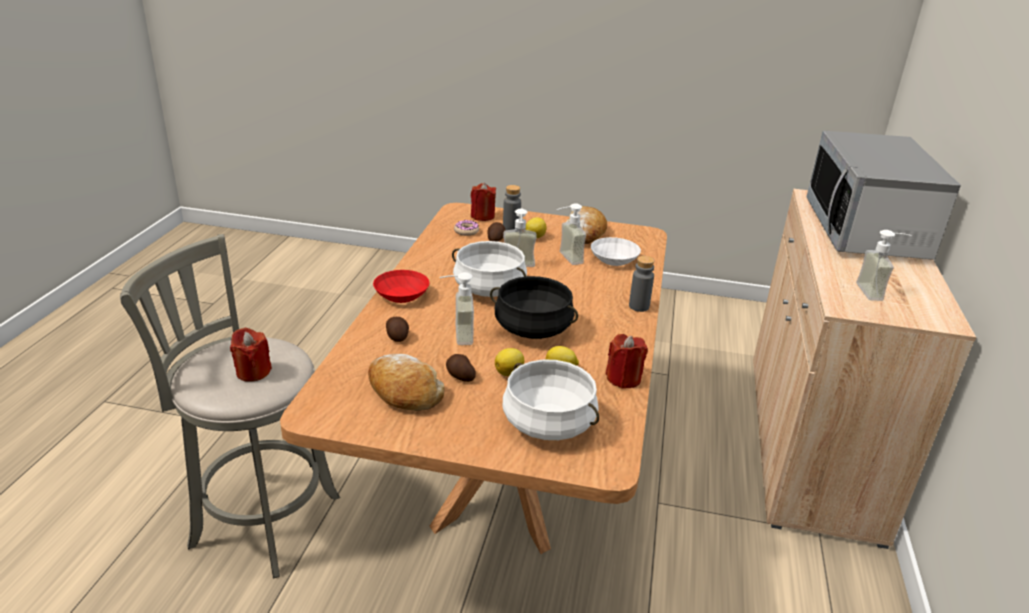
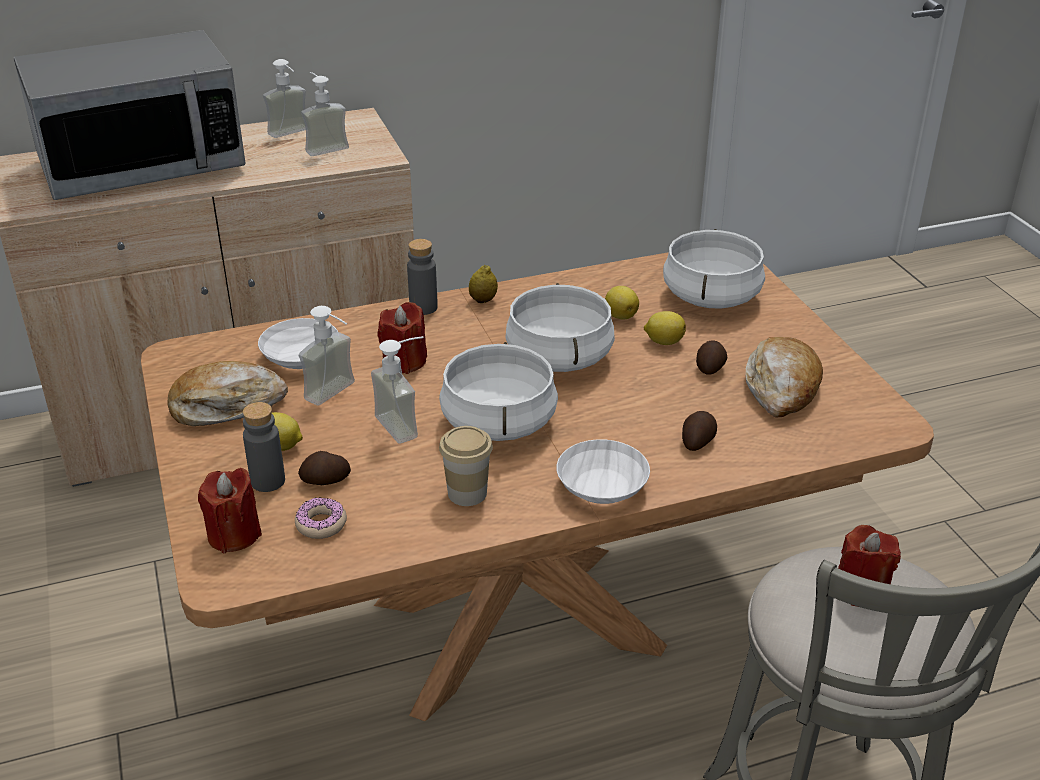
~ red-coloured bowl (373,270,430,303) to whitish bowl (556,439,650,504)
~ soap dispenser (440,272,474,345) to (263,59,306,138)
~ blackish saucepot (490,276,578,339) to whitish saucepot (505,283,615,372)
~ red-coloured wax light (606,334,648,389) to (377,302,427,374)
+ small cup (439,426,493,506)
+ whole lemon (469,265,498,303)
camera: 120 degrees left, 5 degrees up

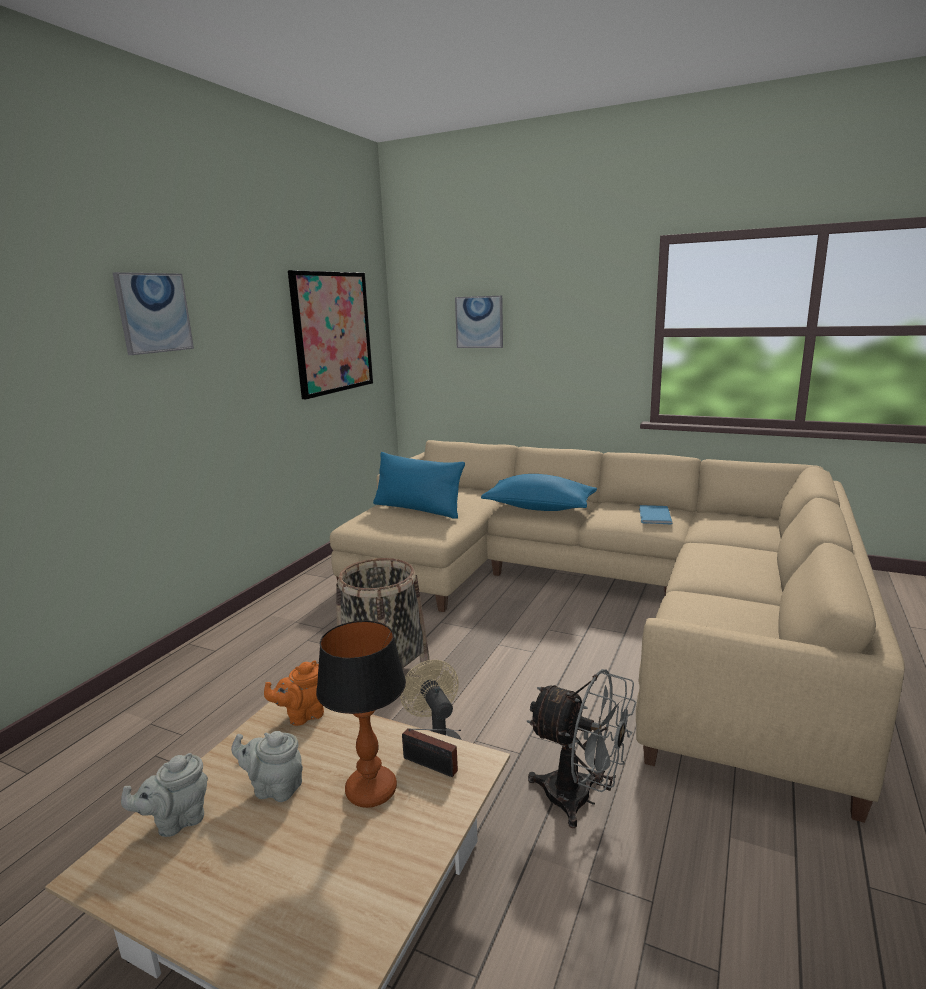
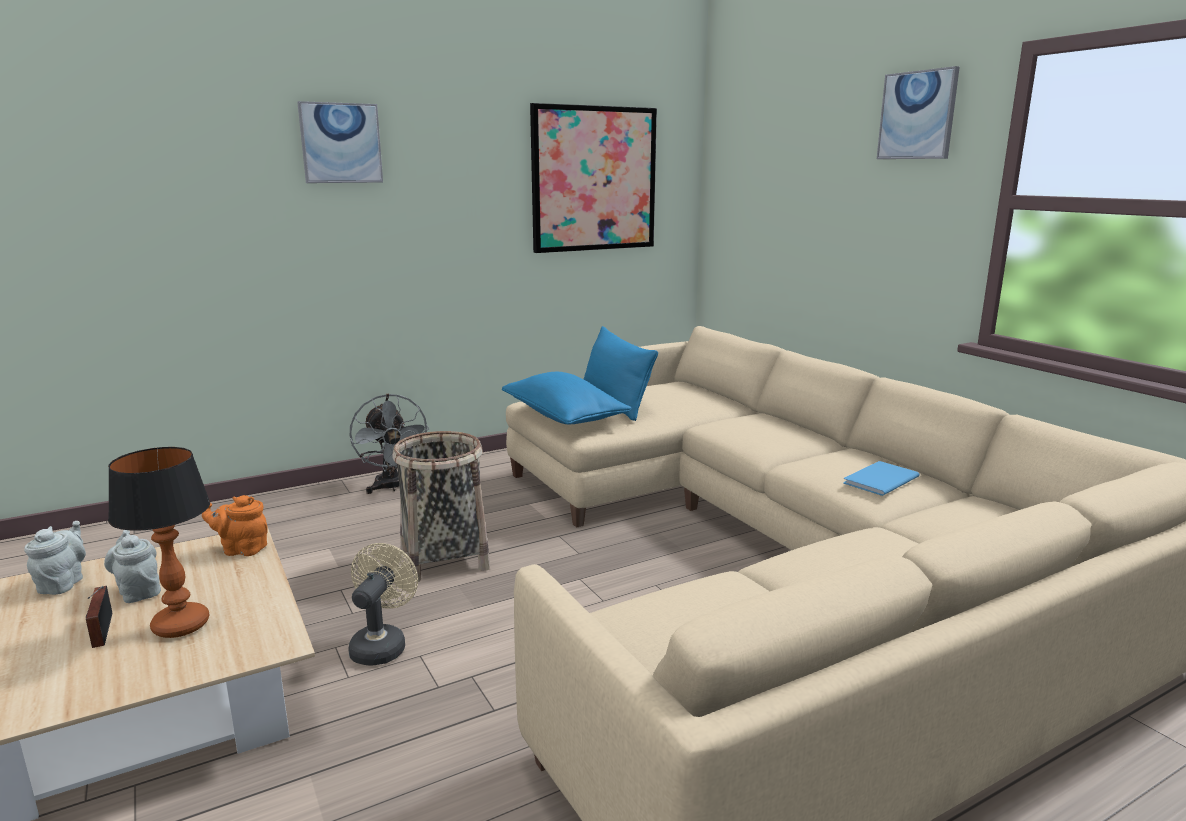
~ greyish tea pot (121,753,208,837) = (24,521,86,595) 90 degrees clockwise
~ radio (402,728,461,777) to (86,586,112,648)
~ picture (455,296,503,348) to (877,66,960,159)
~ blue pillow (481,474,597,511) to (502,372,632,424)
~ greyish cooling fan (527,669,636,828) to (350,394,430,494)
camera: 35 degrees right, 0 degrees up

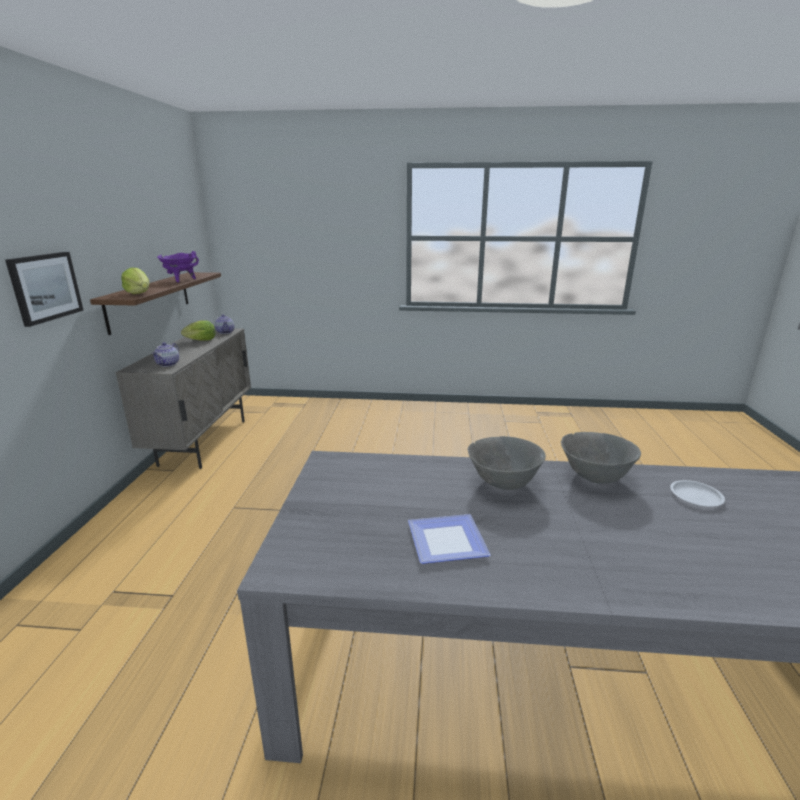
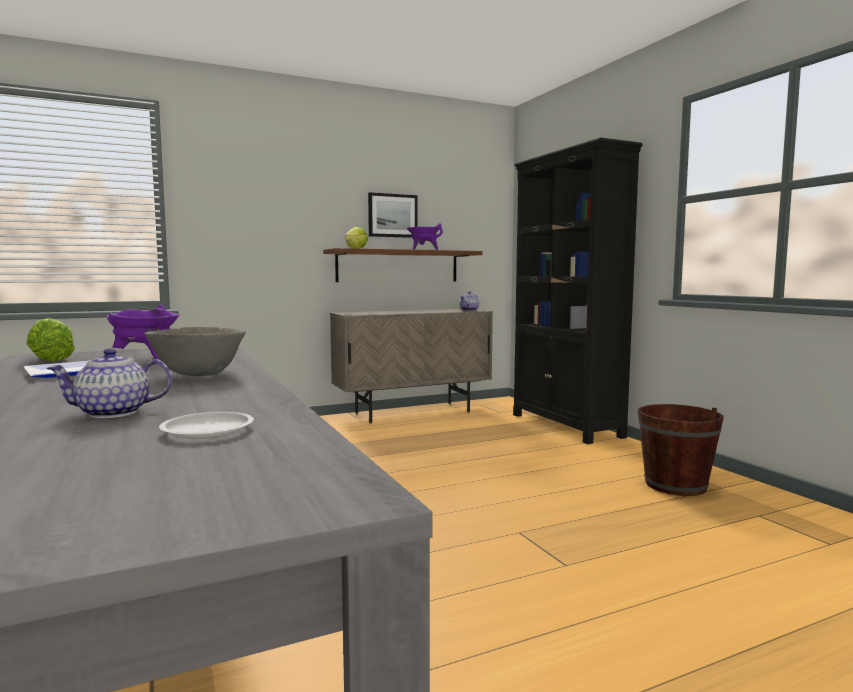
~ picture (5,252,84,327) to (368,192,418,238)
~ tea pot (152,342,179,367) to (47,348,172,418)
~ head of lettuce (181,320,216,341) to (27,318,75,362)
- greyish bowl (561,432,641,484)
+ purple-coloured saucepot (105,305,179,361)
+ blackish bookshelf (513,137,643,444)
+ brown water bucket (638,404,723,496)
camera: 60 degrees right, 15 degrees down

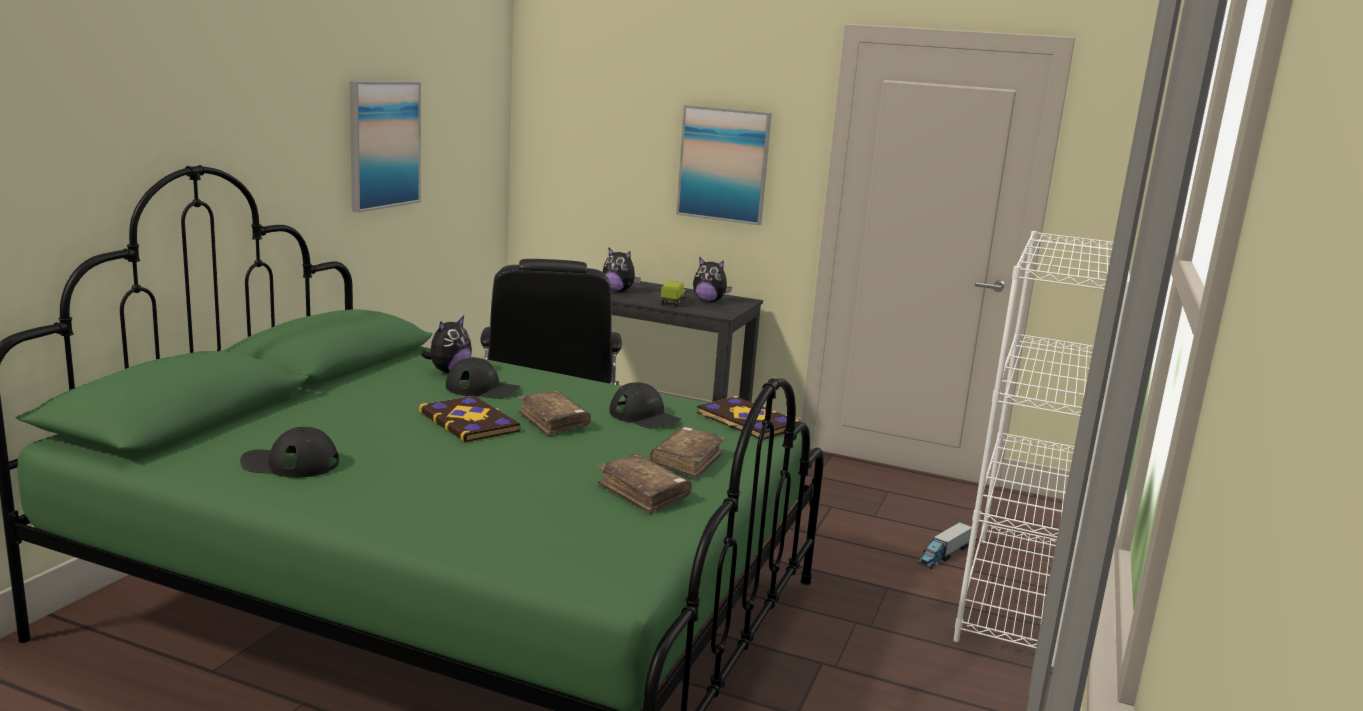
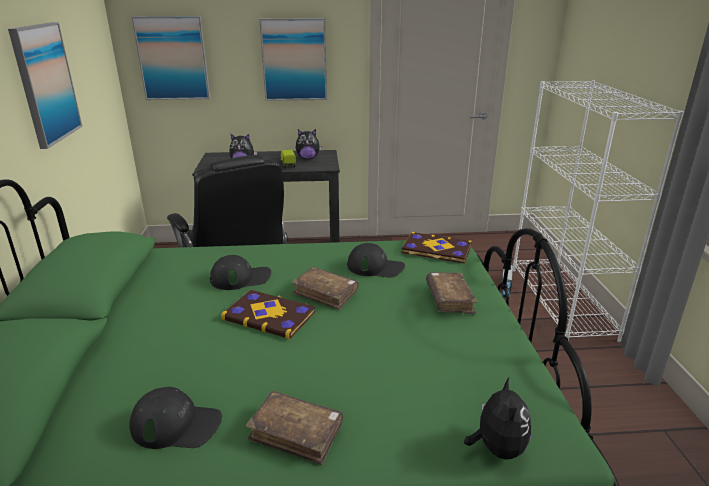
~ blackish peaked cap (240,427,339,478) = (129,387,222,449) 150 degrees counterclockwise
~ plush toy (421,316,472,373) to (464,377,531,460)
~ brown volume (597,454,692,514) to (246,391,343,465)
+ picture (132,16,210,100)
camera: 25 degrees left, 10 degrees up

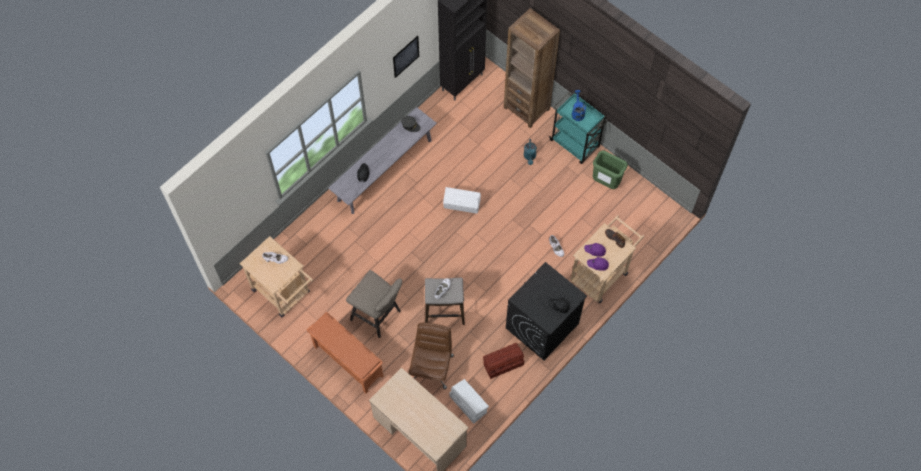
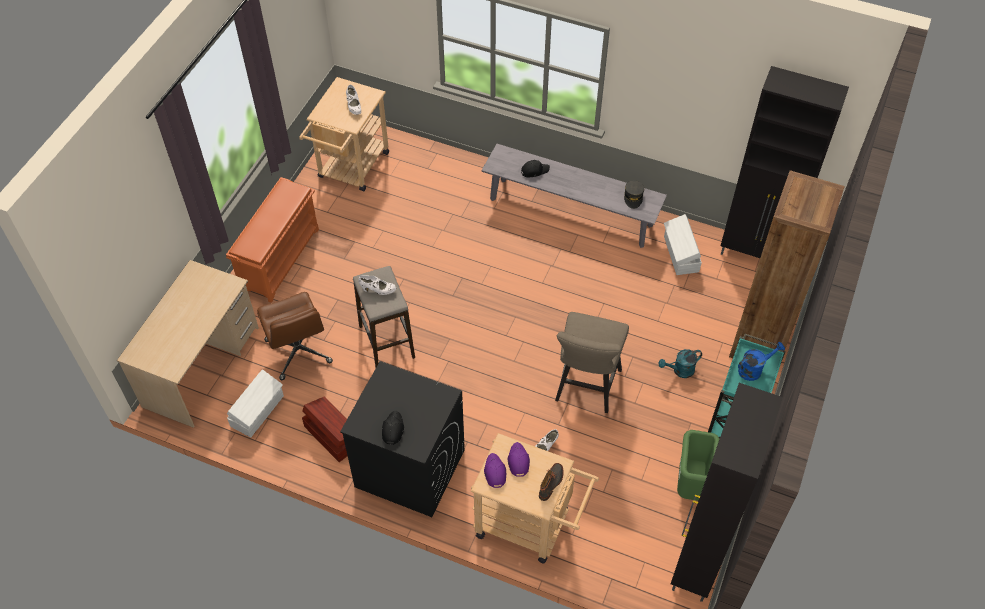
~ beige stool (346,270,403,338) to (555,312,629,413)
- picture (393,36,419,78)
~ brown office chair (409,322,454,389) = (257,292,333,380) 75 degrees clockwise
~ whitish storage box (443,187,481,214) to (664,214,702,275)
+ blackish cabinet (671,383,783,602)
camera: 70 degrees right, 10 degrees down

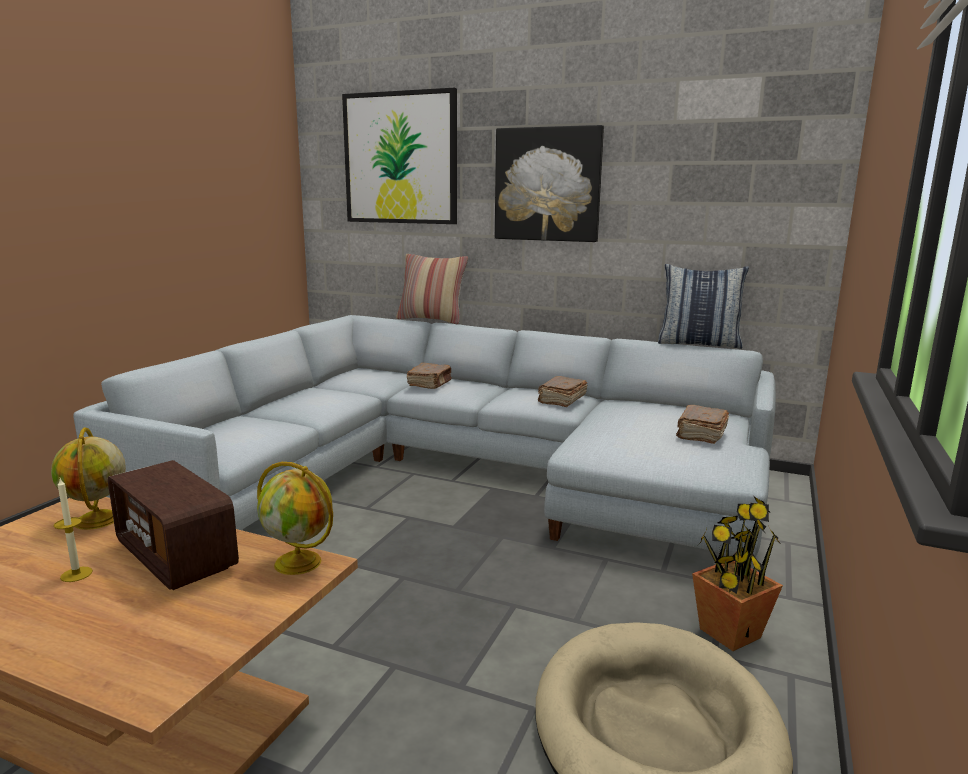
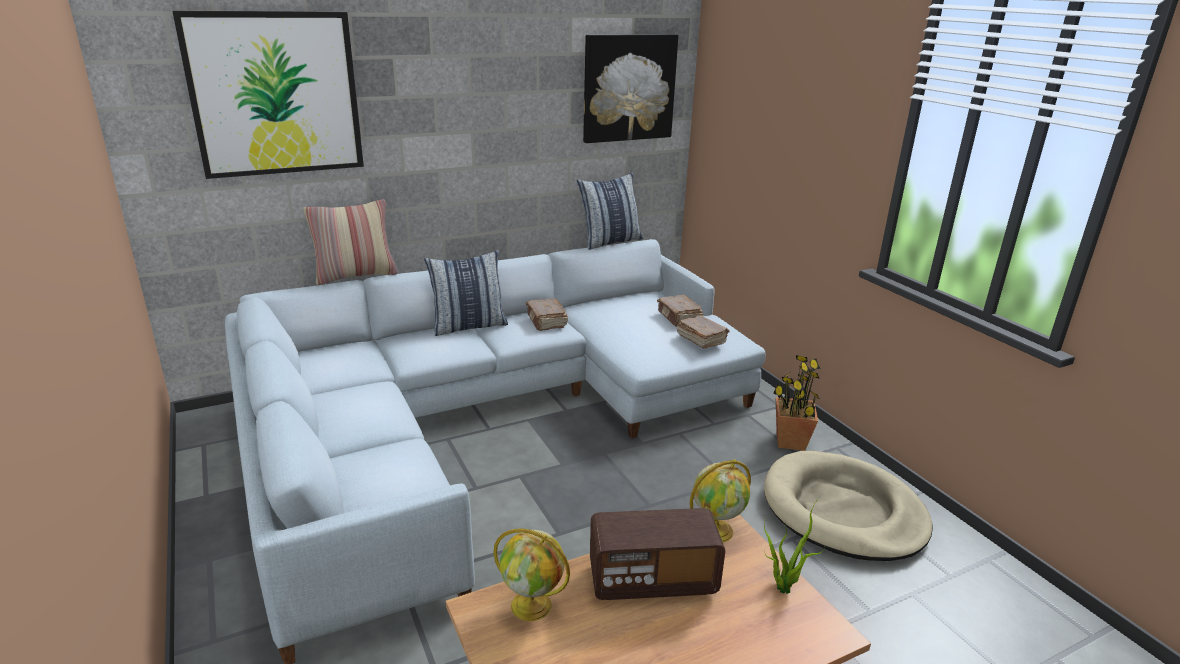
- wax light (54,479,93,582)
~ brown volume (407,363,452,389) to (677,315,730,349)
~ picture (495,125,604,242) to (583,34,678,143)
+ pillow (424,250,508,336)
+ potted plant (764,498,825,594)
camera: 50 degrees left, 10 degrees up

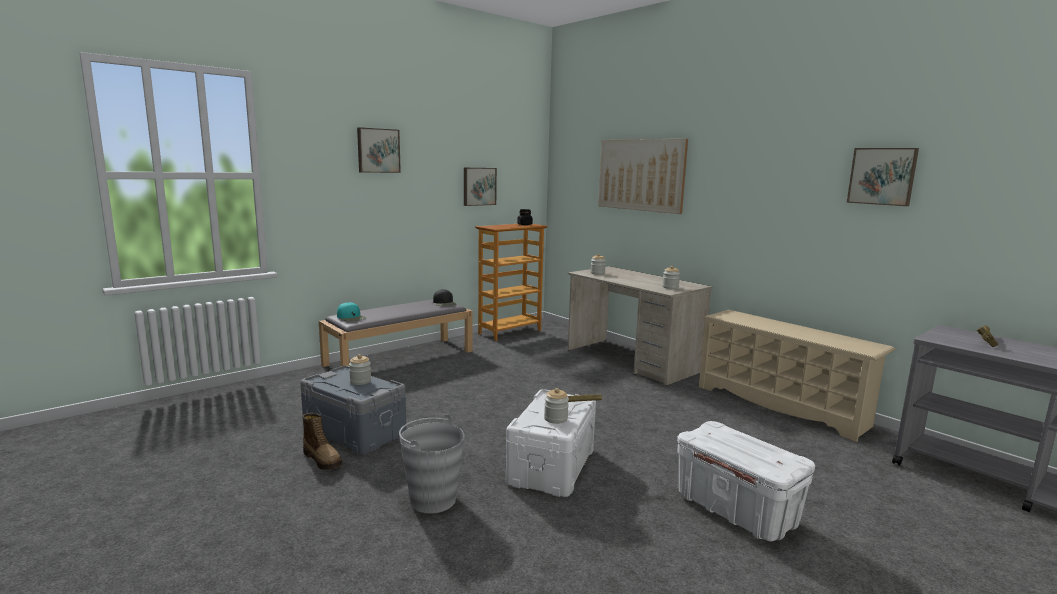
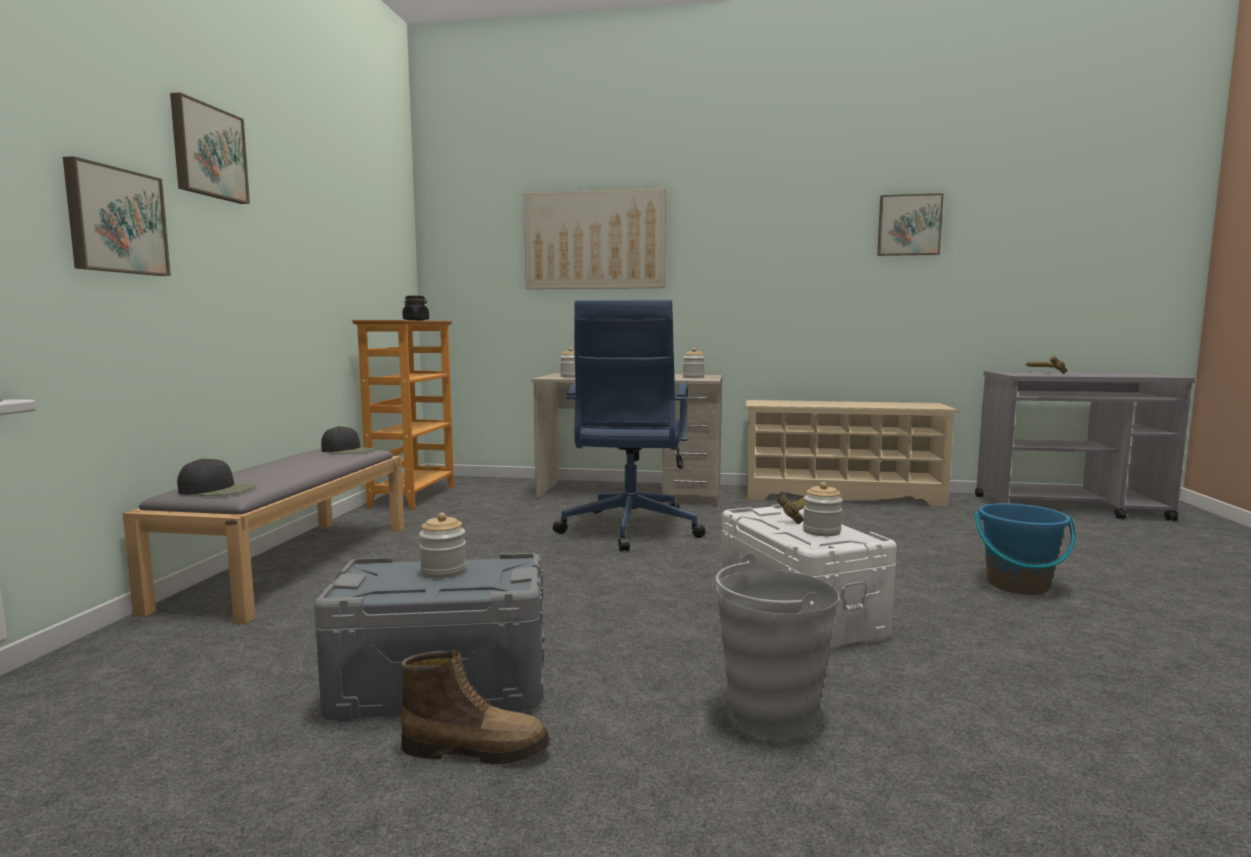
~ turquoise-coloured peaked cap (337,302,366,321) to blackish peaked cap (177,458,256,496)
~ picture (464,167,497,206) to (63,156,171,276)
~ whitish storage box (677,421,815,541) to blue water bucket (974,503,1076,595)
+ blue office chair (553,300,706,551)
camera: 40 degrees left, 5 degrees down

